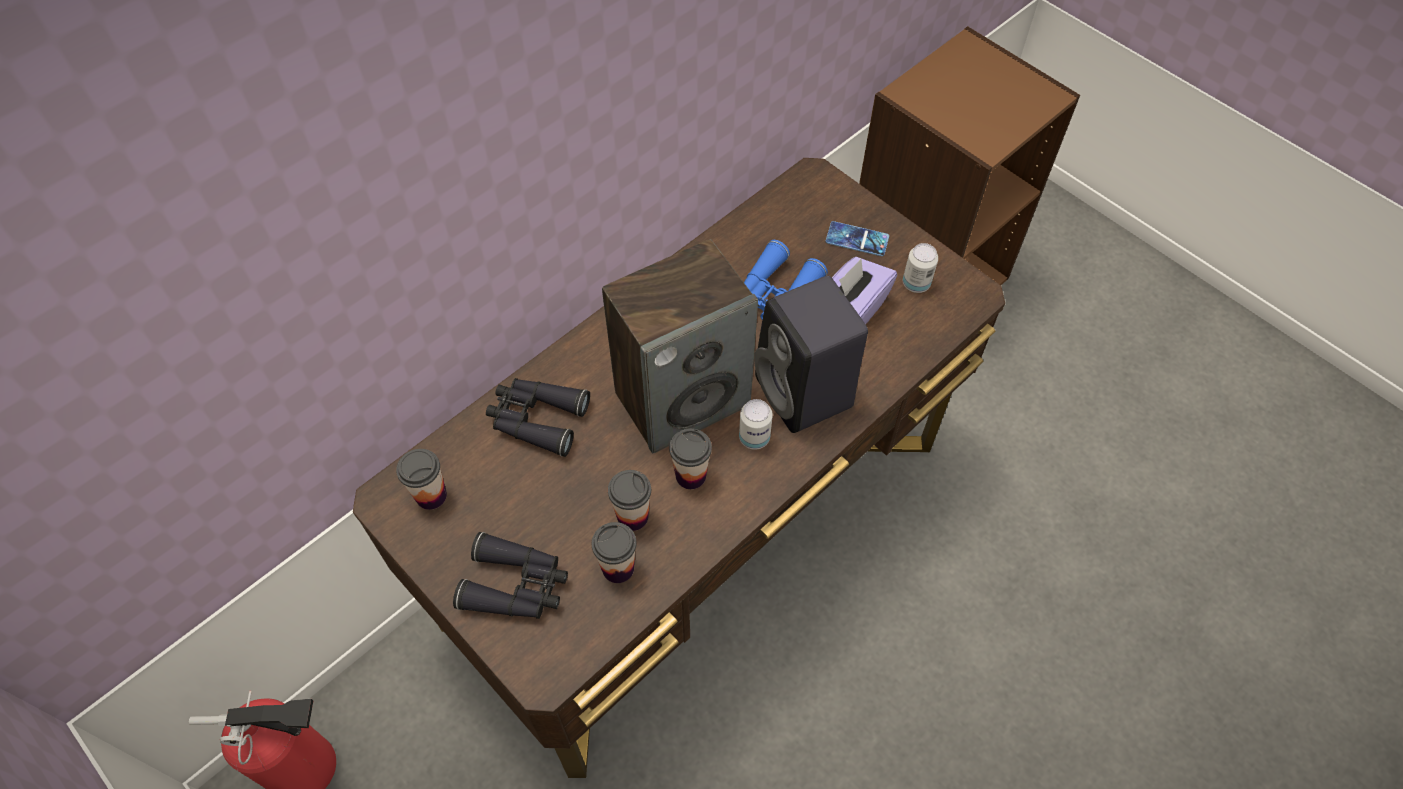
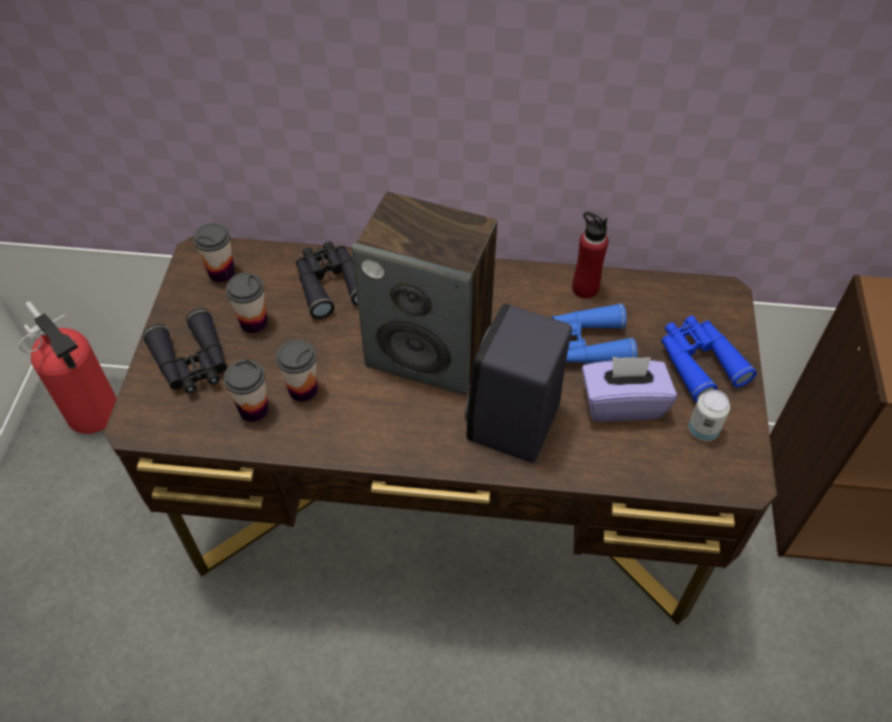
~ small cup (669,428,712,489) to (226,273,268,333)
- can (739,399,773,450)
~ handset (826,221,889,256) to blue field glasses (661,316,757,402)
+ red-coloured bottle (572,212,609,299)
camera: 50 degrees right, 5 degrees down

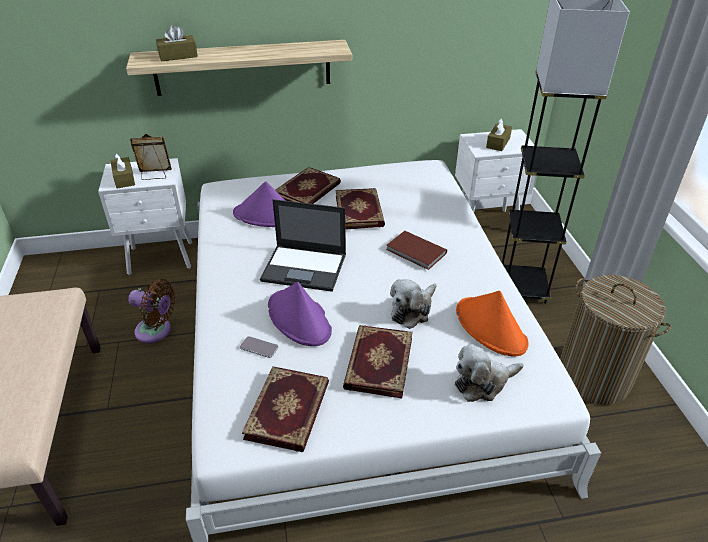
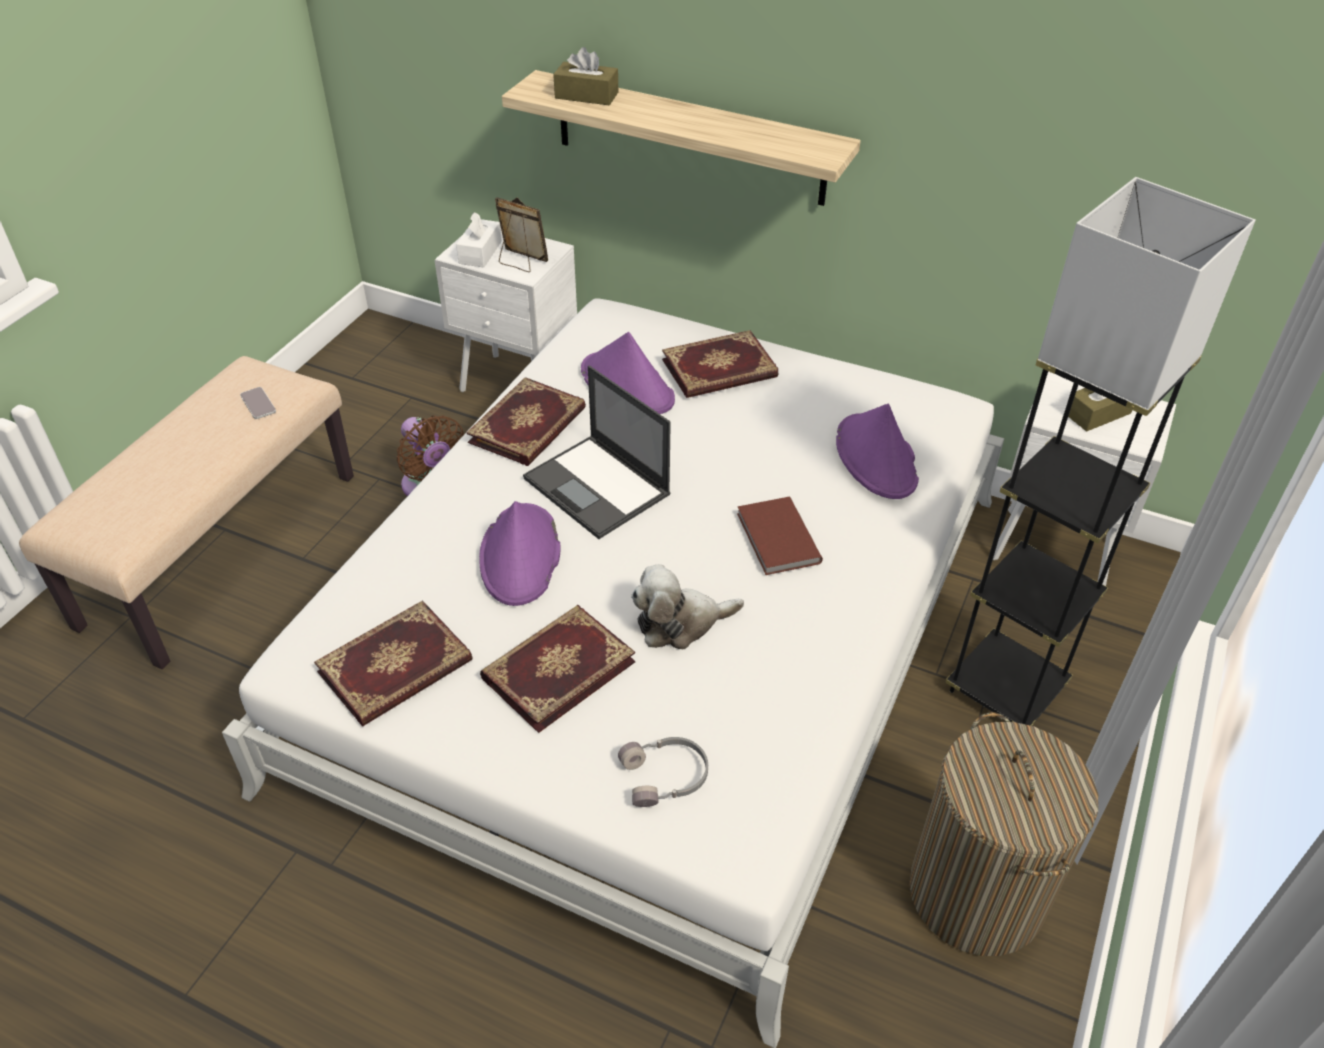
~ brown tissue box (110,153,135,189) to whitish tissue box (456,212,502,268)
~ handset (240,336,278,358) to (240,387,276,419)
~ volume (336,188,385,229) to (466,377,586,466)
~ plush toy (455,344,523,402) to greyish headset (618,737,708,807)
- orangey wearable hat (456,291,529,356)
+ purple-coloured wearable hat (836,404,919,499)
camera: 35 degrees right, 5 degrees up

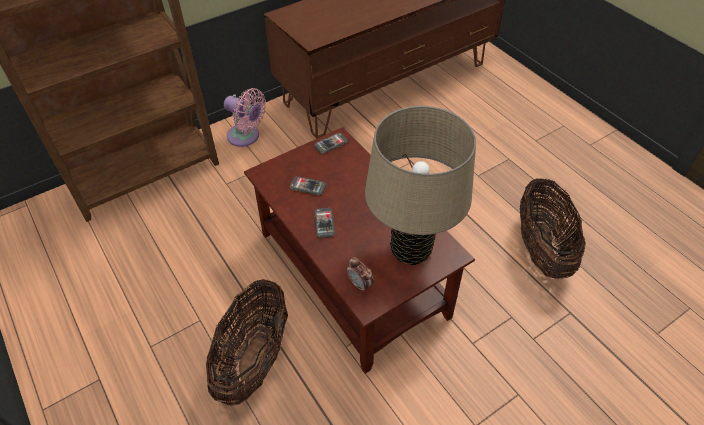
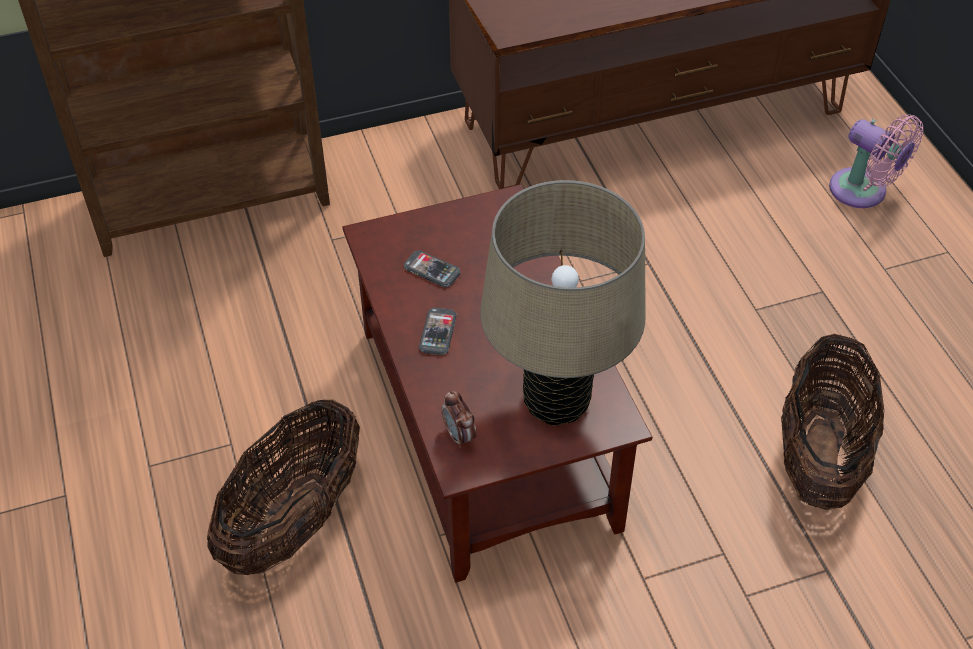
~ pinkish cooling fan (224,88,266,147) to (829,114,923,208)
- handset (315,133,348,154)
camera: 15 degrees right, 0 degrees up

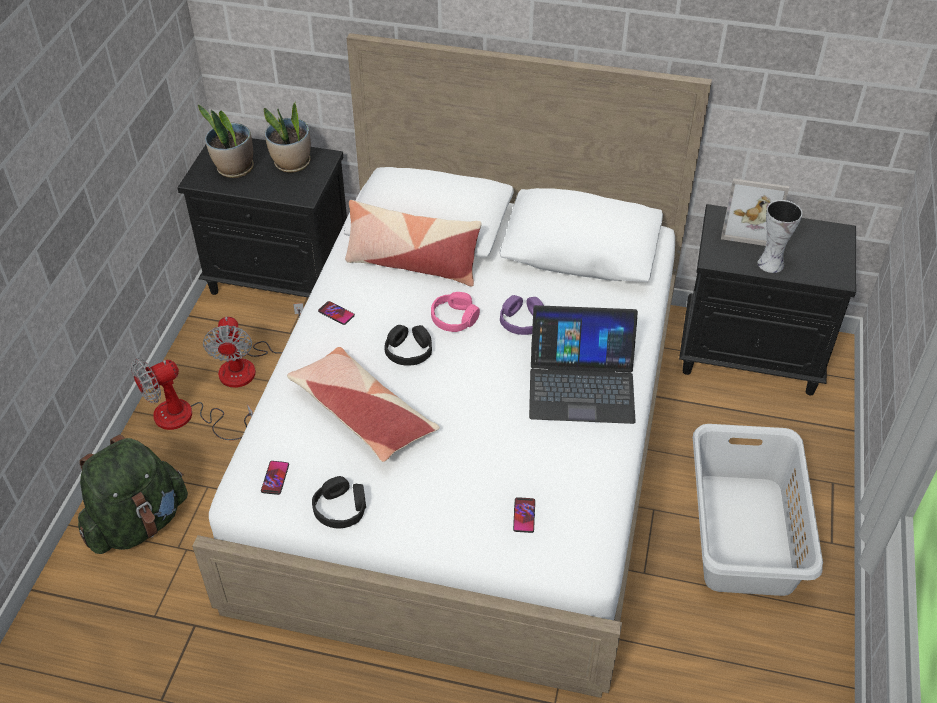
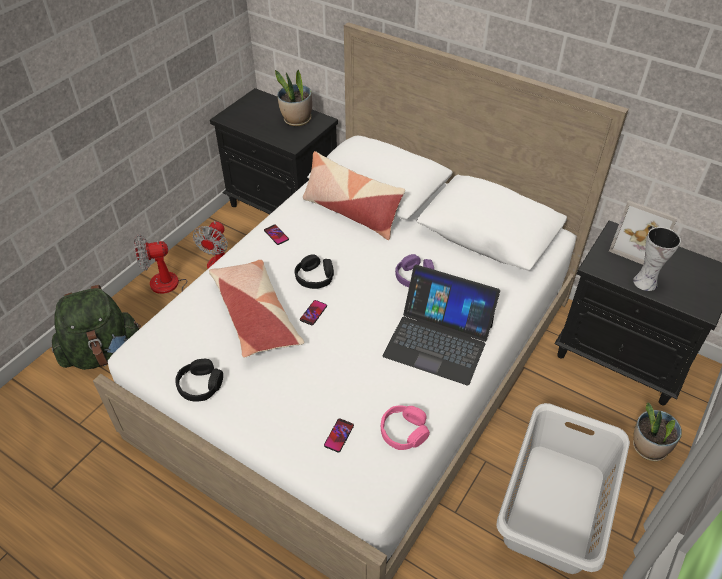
~ potted plant (198,104,254,178) to (633,402,682,461)
~ handset (261,461,289,495) to (300,300,327,325)
~ pinkish headset (431,292,480,332) to (381,405,430,450)
camera: 20 degrees right, 0 degrees up

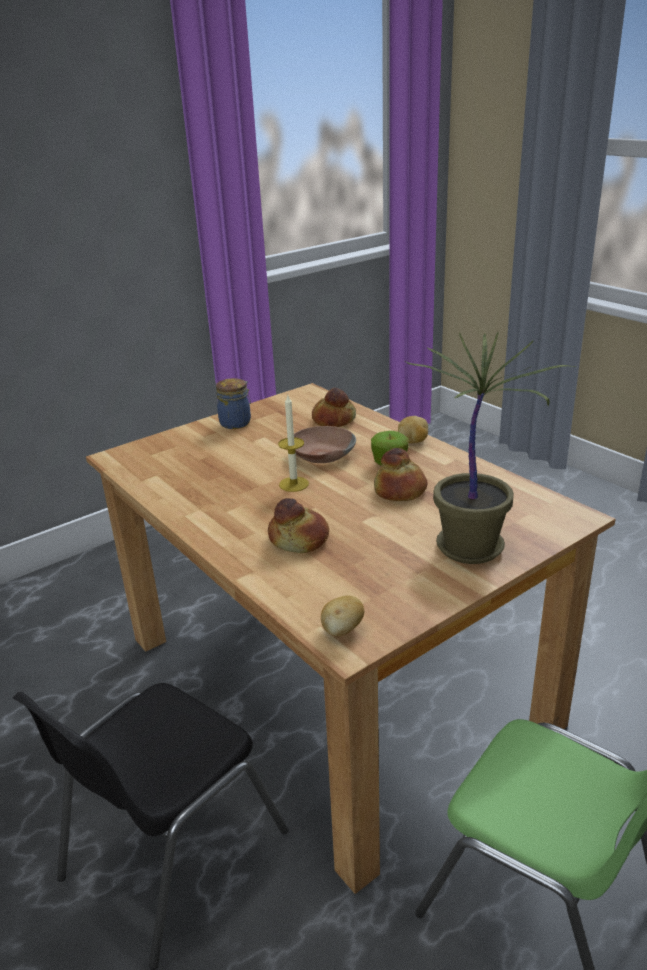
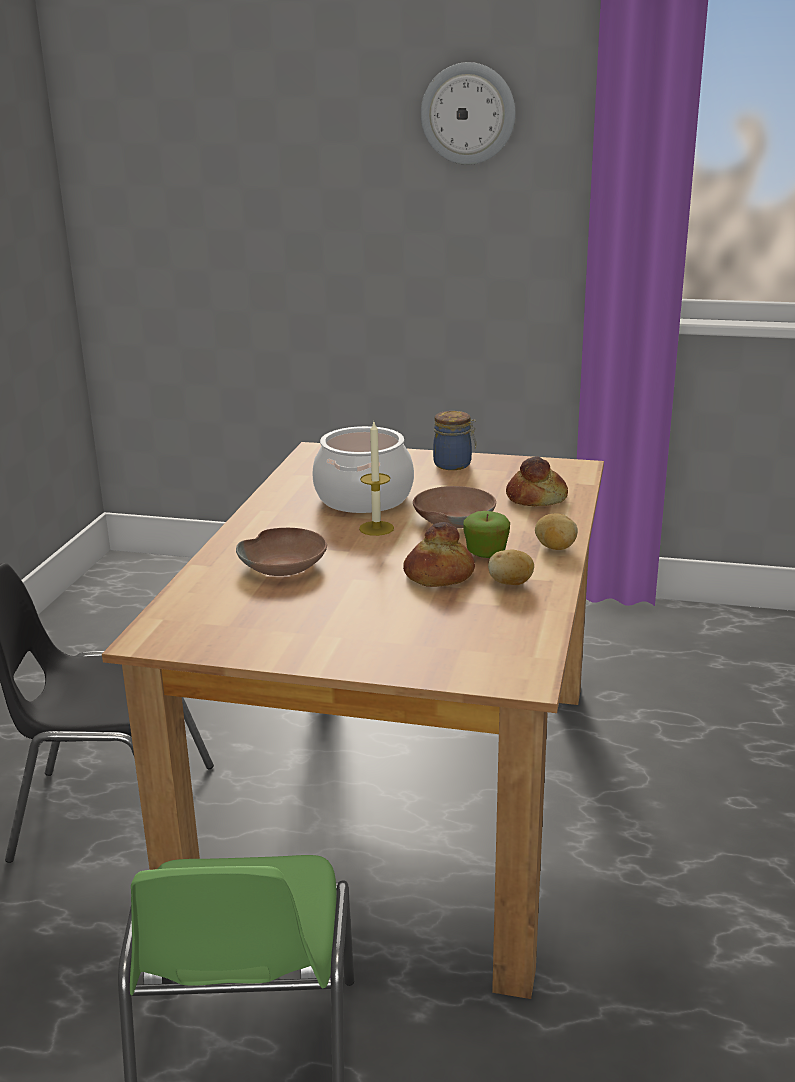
~ baked bread (268,498,329,553) to brown bowl (236,528,327,576)
~ spud (321,595,365,636) to (488,550,534,585)
- potted plant (405,332,576,564)
+ saucepot (313,426,414,513)
+ wall clock (421,62,515,165)
camera: 50 degrees right, 5 degrees down

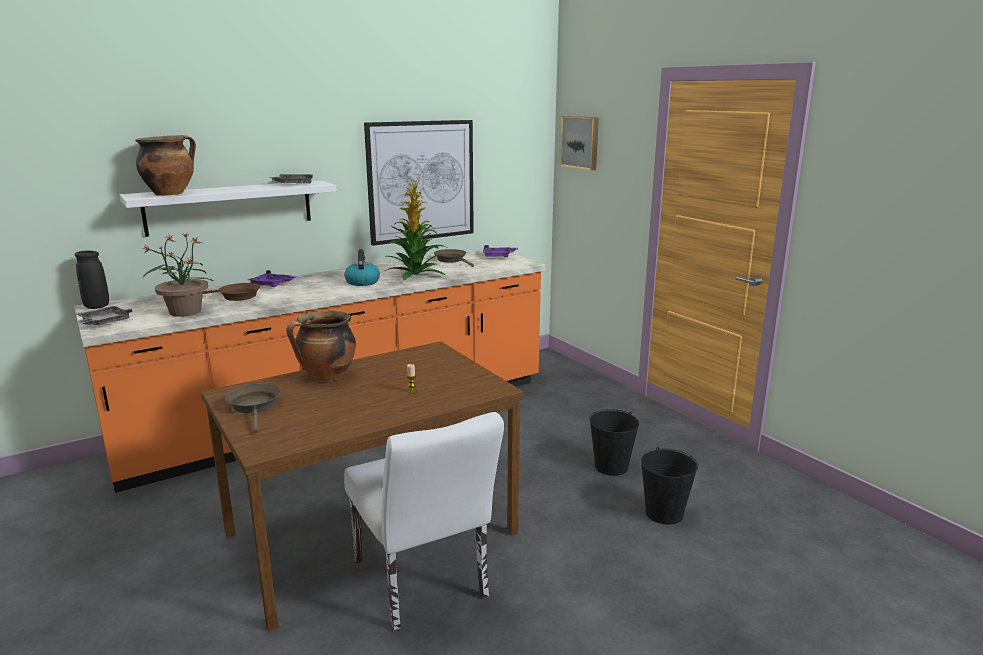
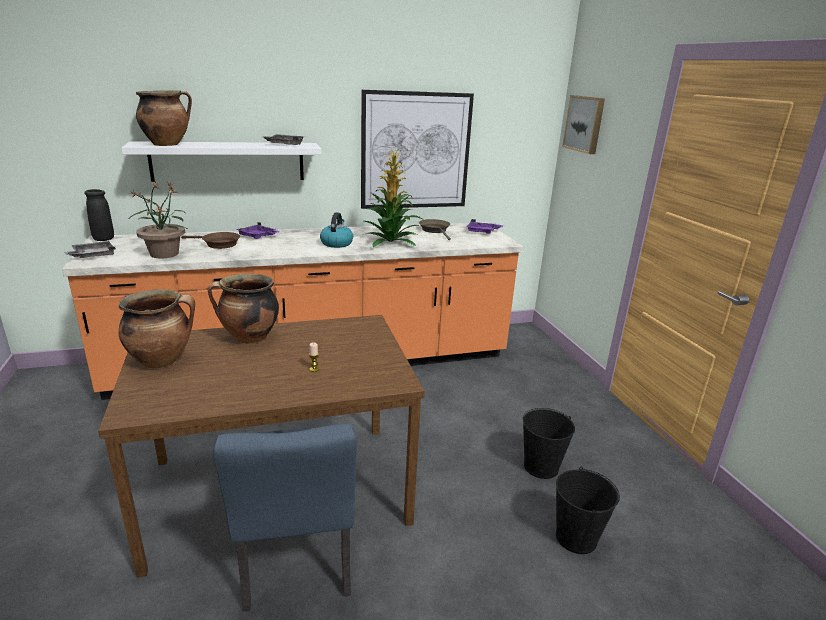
~ brown frying pan (225,383,280,433) to saucepot (118,289,195,369)
~ whitish plain chair (344,412,504,631) to blue plain chair (213,424,357,611)
camera: 15 degrees right, 5 degrees up

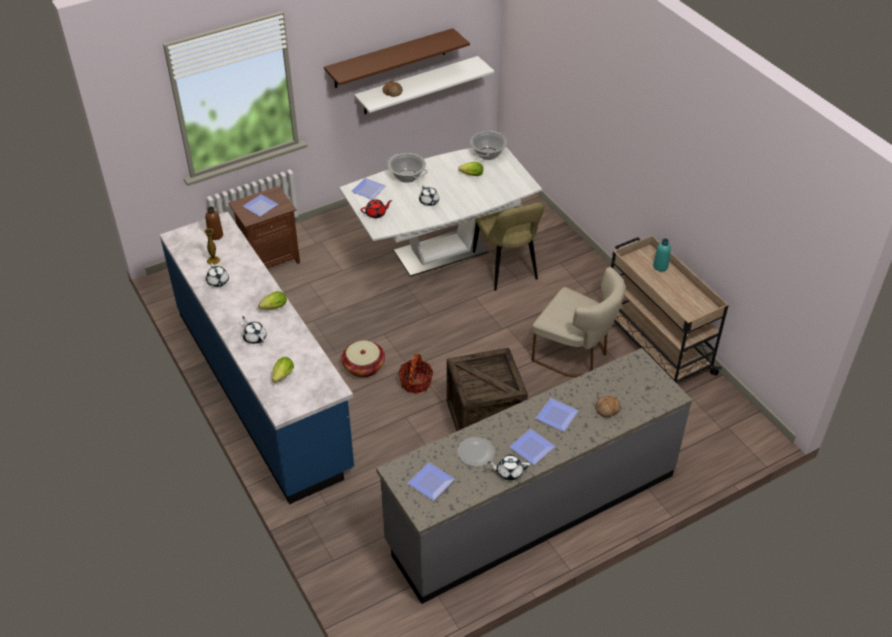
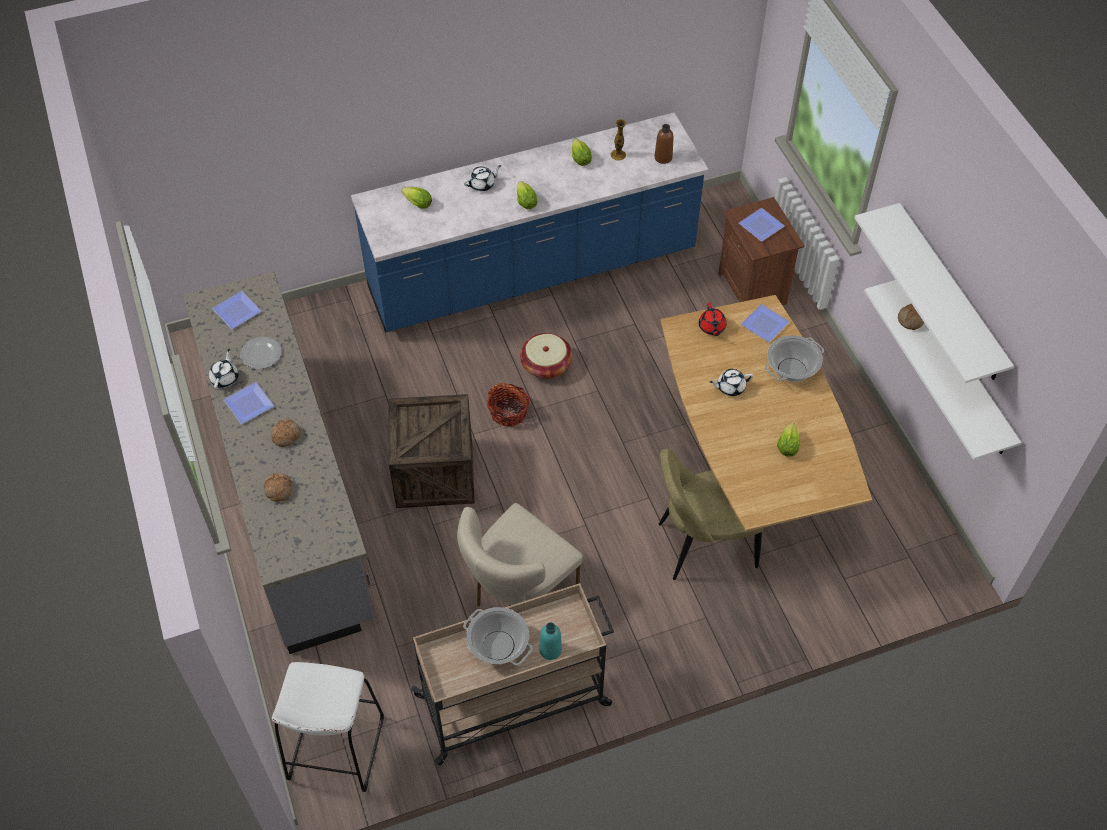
~ whitish tea pot (206,263,229,287) to head of lettuce (572,139,592,166)
~ brown shelf (324,28,470,88) to whitish shelf (855,203,1014,383)
~ whitish dinner table (339,147,542,277) to brown dinner table (661,295,872,532)
~ saucepot (470,131,507,160) to (463,607,533,666)
~ plate (535,398,579,432) to baked bread (271,419,301,447)
+ whitish stool (272,662,384,792)
camera: 100 degrees right, 10 degrees up

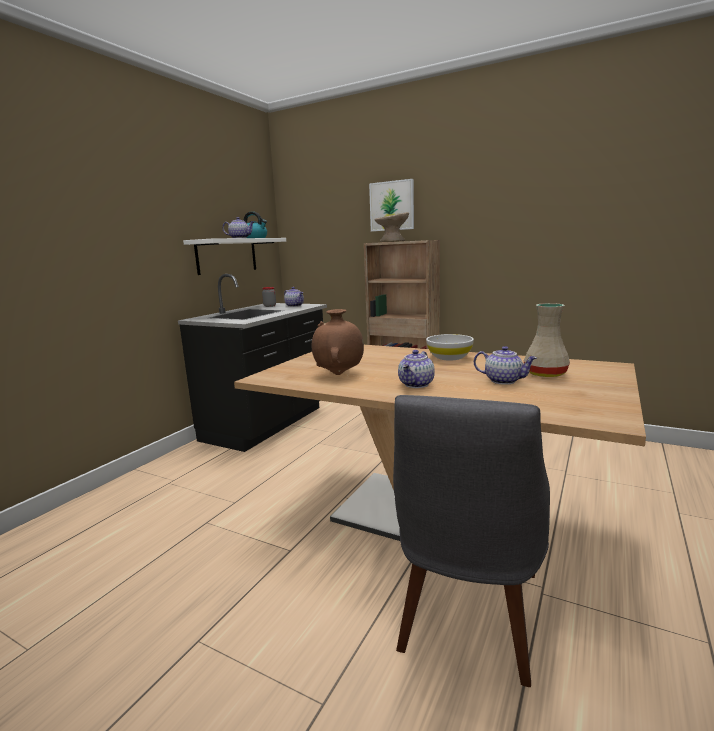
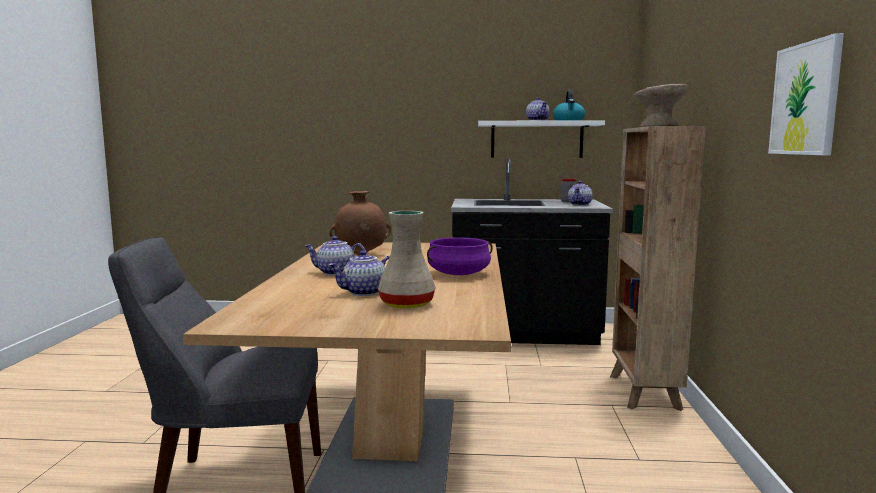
~ picture (369,179,414,231) to (768,33,844,155)
~ whitish bowl (426,334,474,360) to purple-coloured saucepot (427,237,493,275)
~ tea pot (474,346,537,385) = (329,250,390,296) 60 degrees clockwise
camera: 65 degrees right, 5 degrees down

